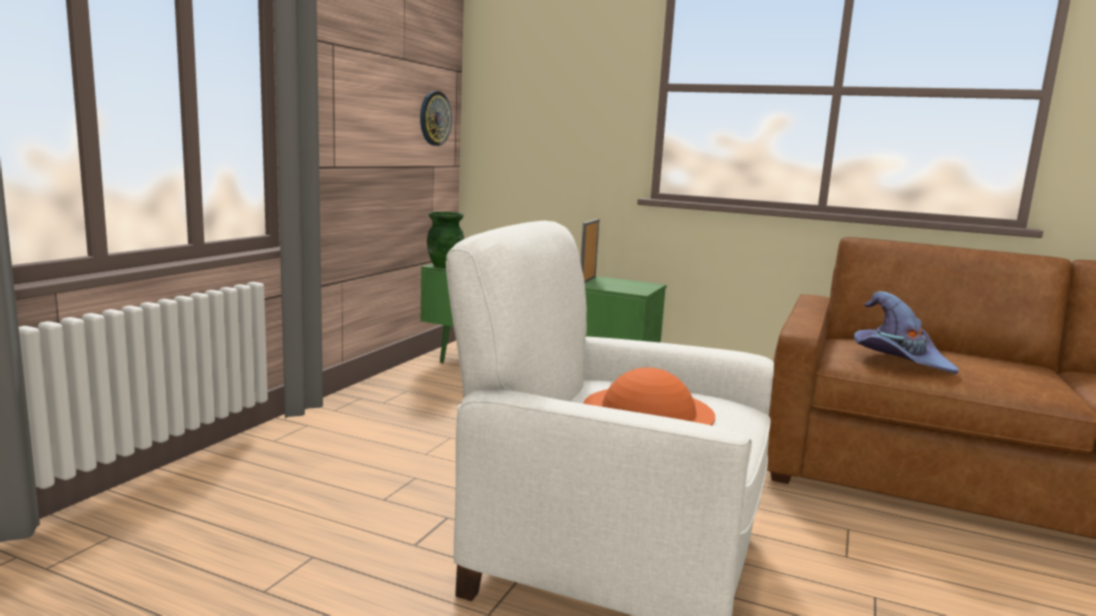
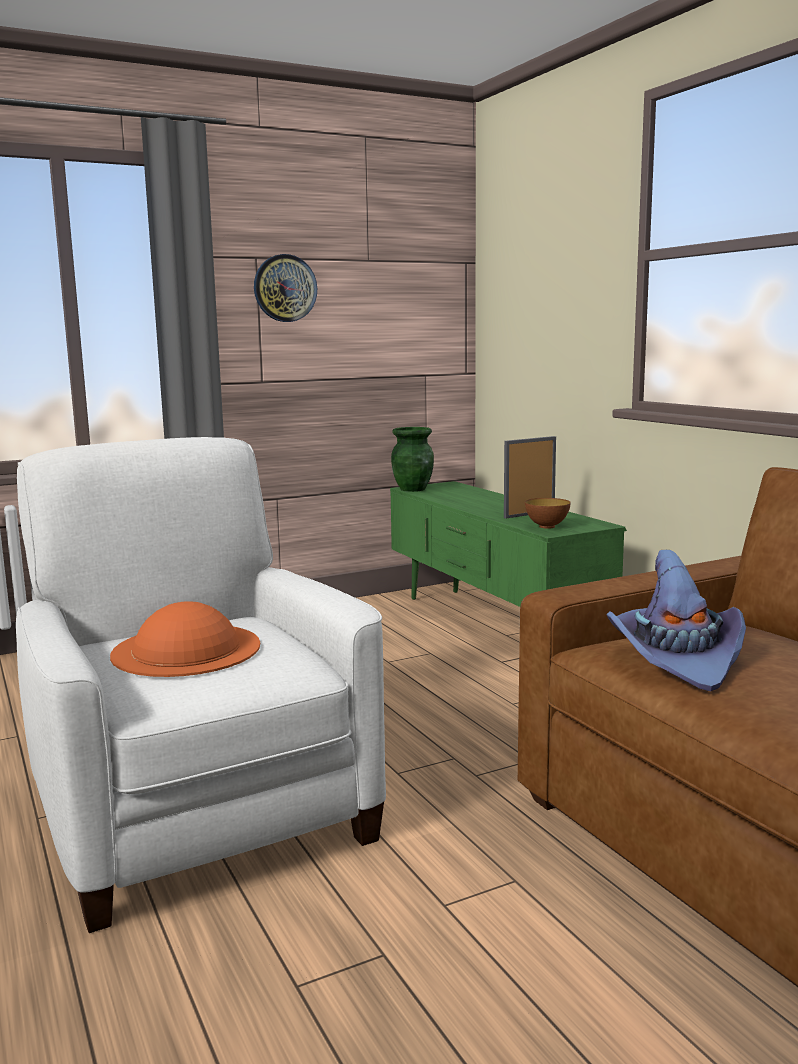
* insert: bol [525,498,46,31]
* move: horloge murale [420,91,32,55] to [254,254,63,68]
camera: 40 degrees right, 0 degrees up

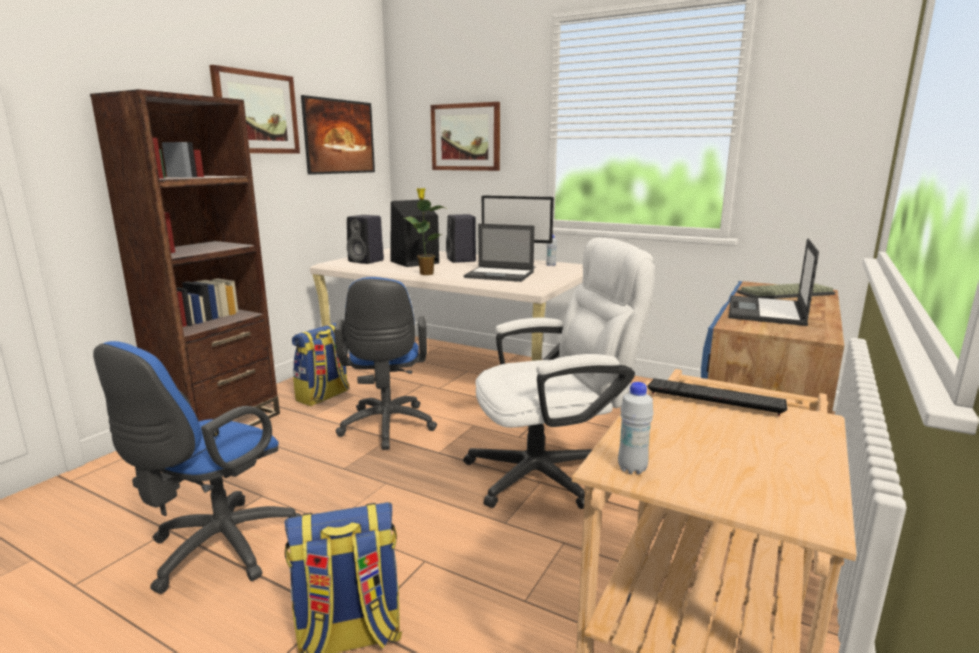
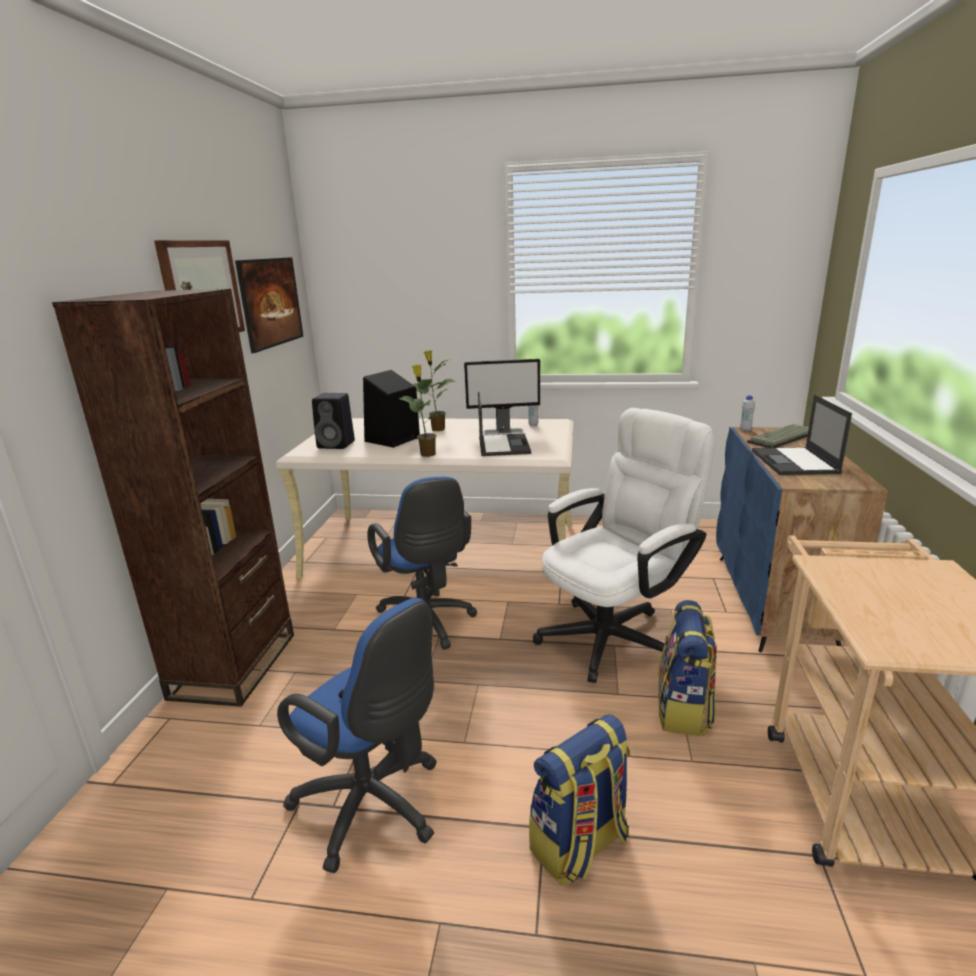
* delete: tableau [431,102,69,69]
* delete: clavier [647,378,140,38]
* move: sac à dos [292,323,57,83] to [658,600,59,137]
* move: bouteille (blanc) [618,382,36,92] to [740,395,15,37]
* replace: enceinte (noir) [446,214,30,49] to plante en pot [413,350,43,81]
* rotate: chaise de bureau (bleu) [93,341,209,253] = [277,598,160,275] 60 degrees counterclockwise
* rotate: ordinateur portable [464,224,70,58] = [478,392,53,64] 90 degrees counterclockwise
camera: 20 degrees left, 5 degrees up

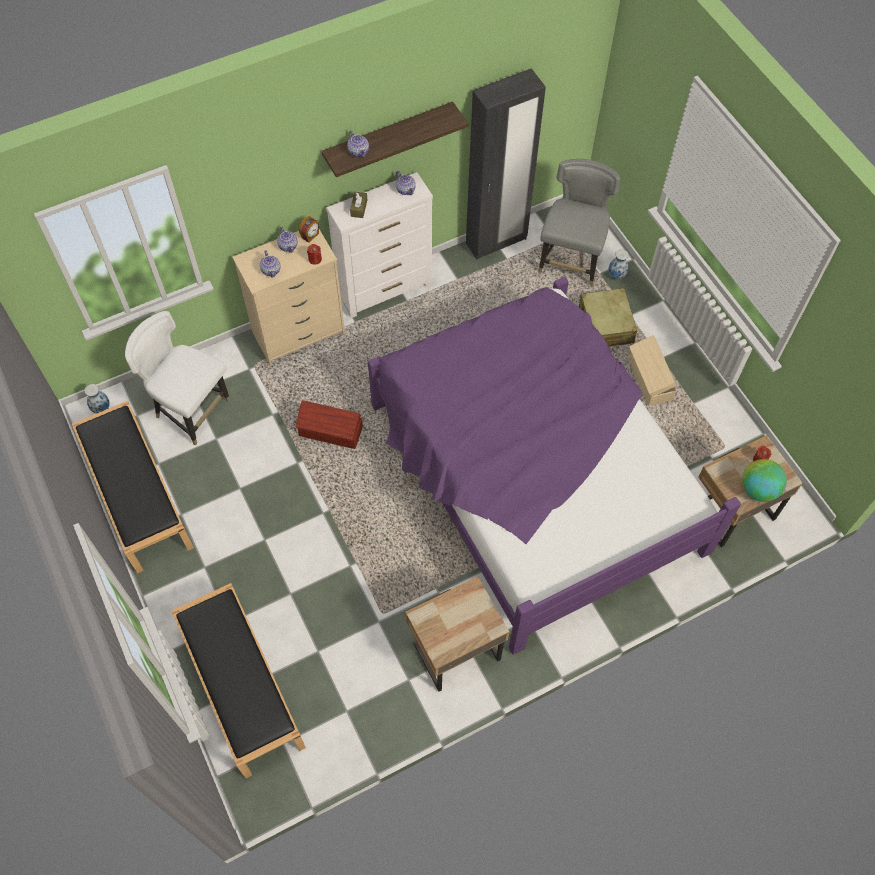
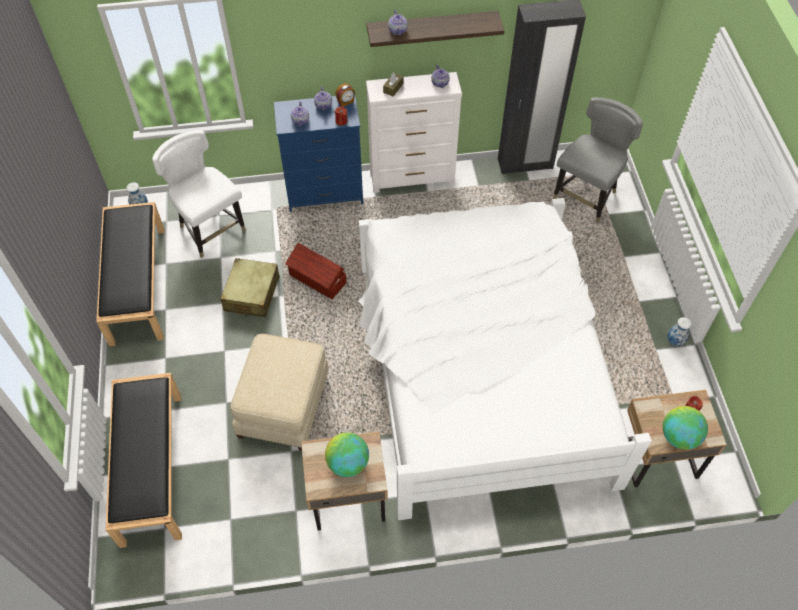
* delete: boîte de rangement (beige) [629,335,47,71]
* insert: pouf (beige) [231,334,98,117]
* insert: globe [325,432,44,45]
* move: valise (beige) [579,288,59,59] to [220,258,60,59]
* move: vase [609,249,20,30] to [667,317,24,30]
* recolor: commode (beige) [232,229,113,137] to commode (bleu) [274,96,89,116]
* recolor: lit (violet) [368,277,373,378] to lit (blanc) [359,198,293,322]
camera: 20 degrees right, 5 degrees down

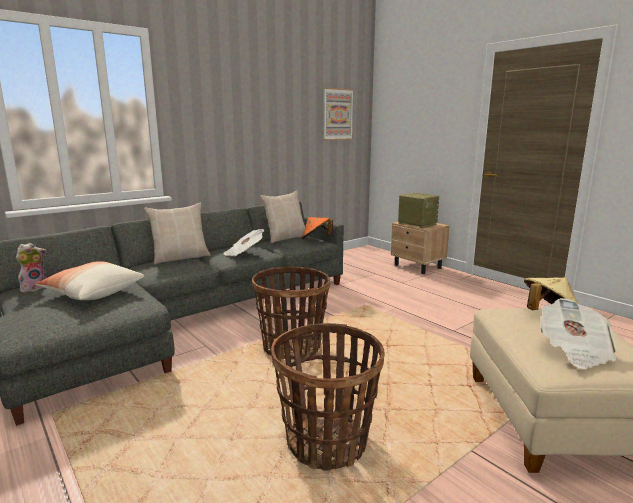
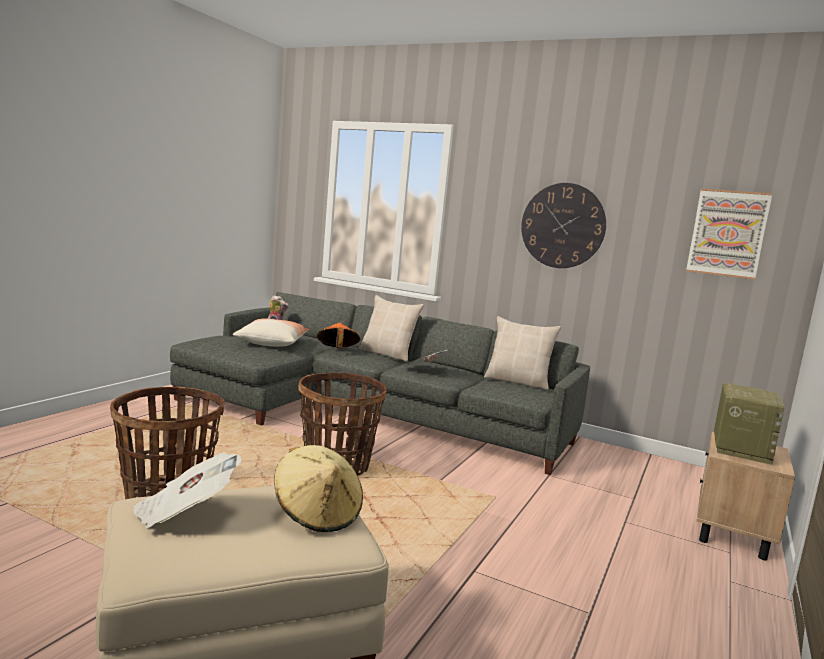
* insert: horloge murale [521,183,85,85]
* move: chapeau (orange) [302,217,31,23] to [317,322,43,27]
camera: 65 degrees right, 5 degrees down

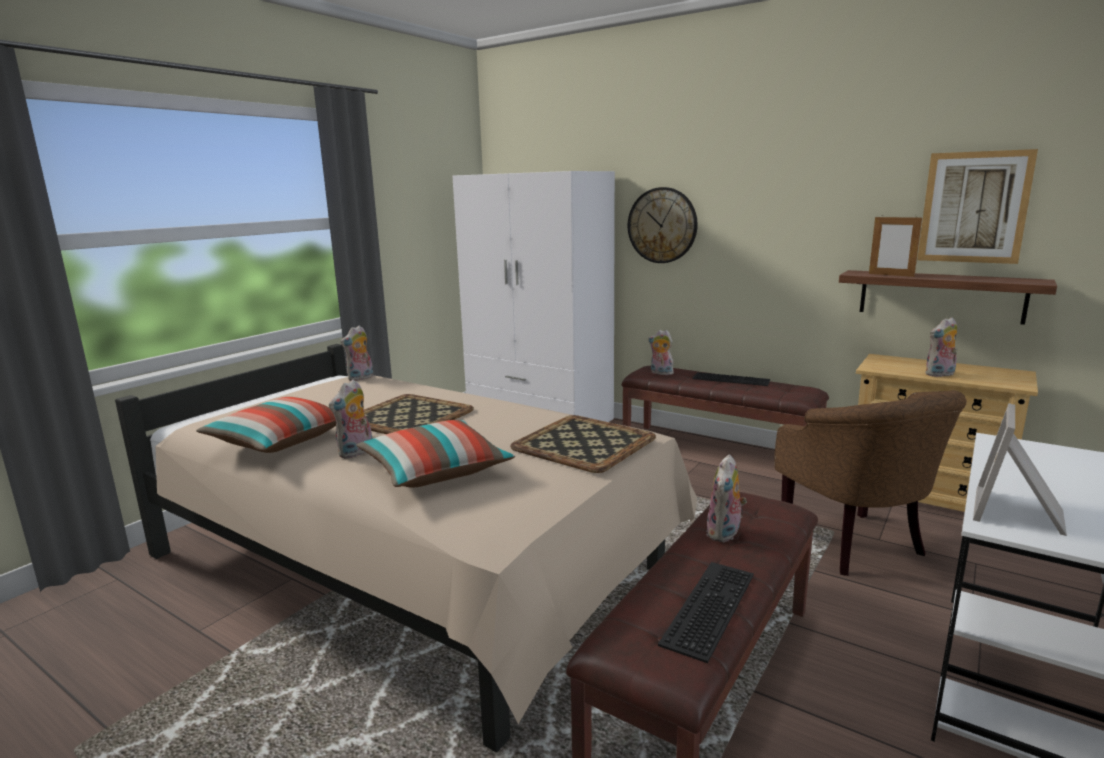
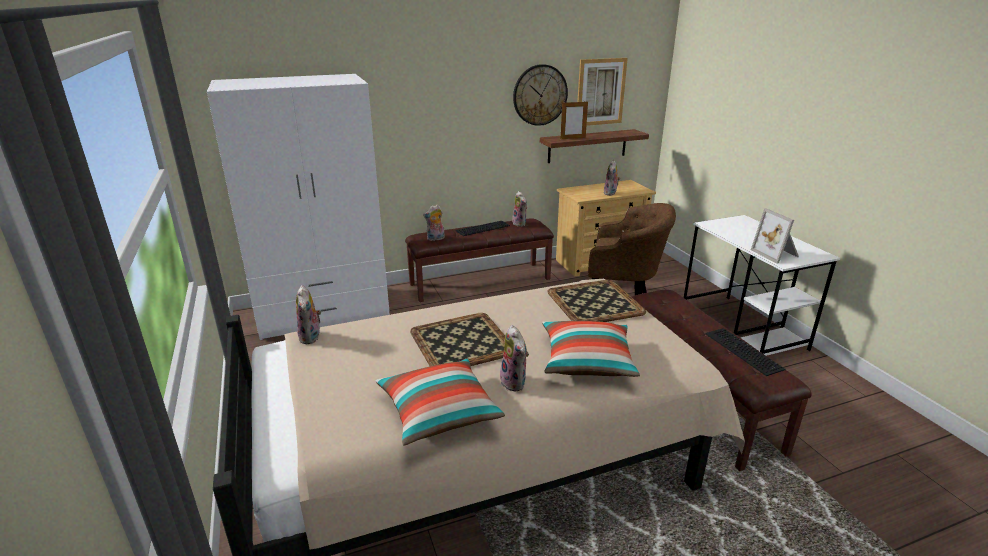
* move: horloge murale [628,187,70,76] to [513,64,55,62]
* move: peluche [706,454,41,88] to [512,191,15,36]
camera: 55 degrees left, 10 degrees up

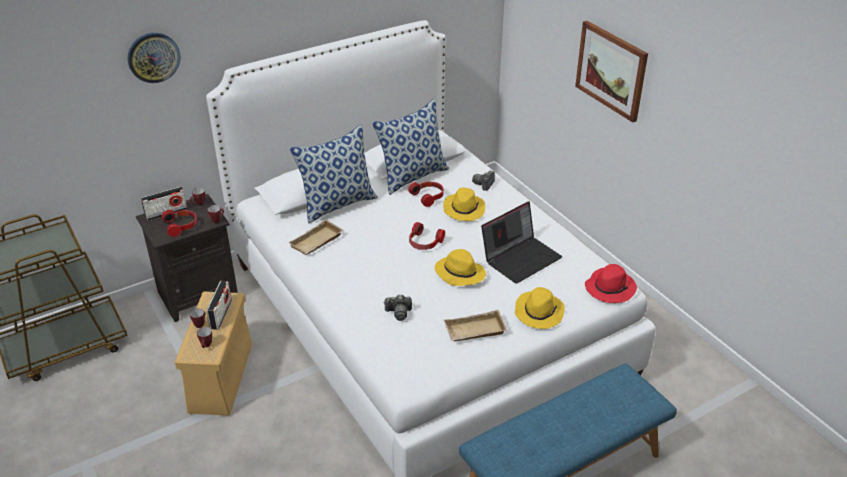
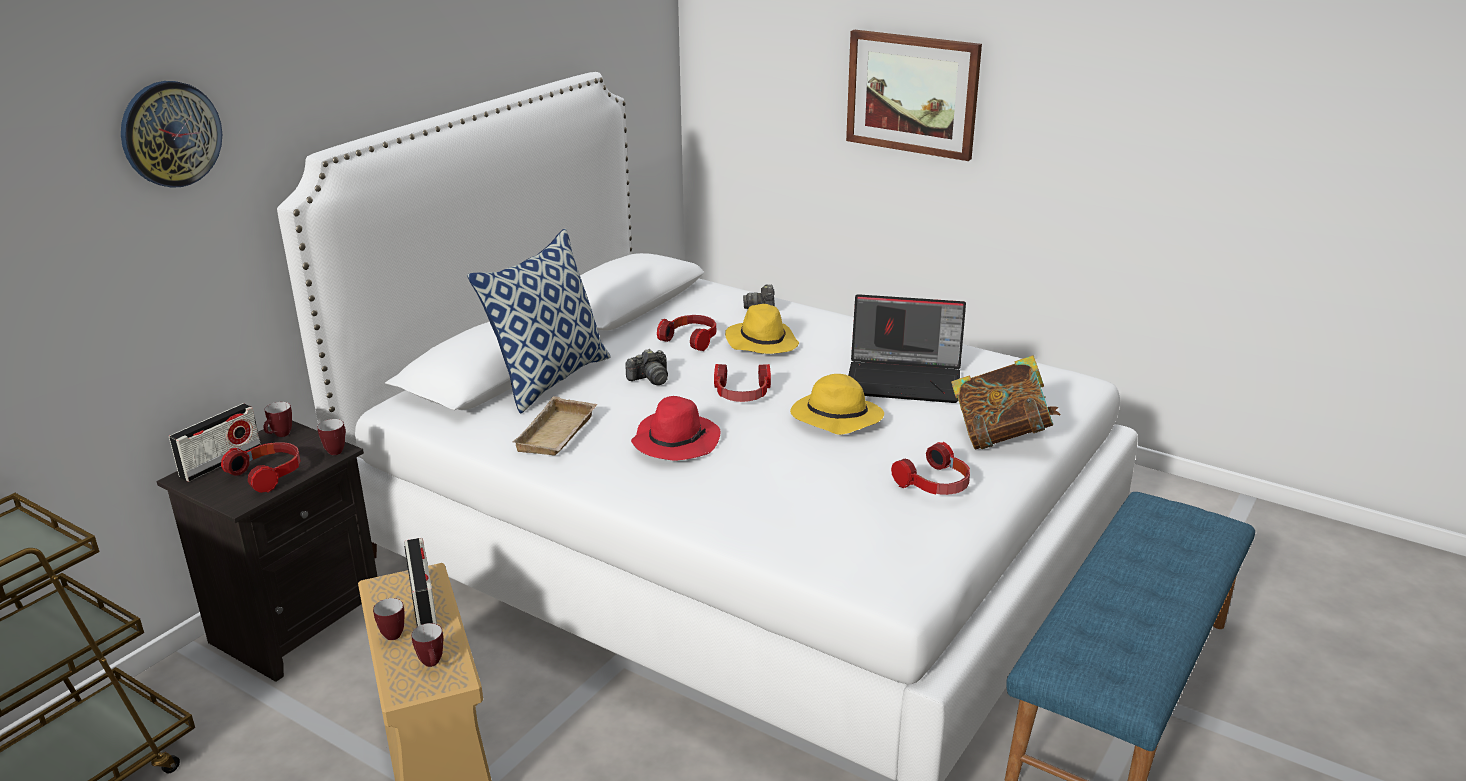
* delete: coussin [372,99,77,96]
* move: appareil photo [384,294,28,27] to [625,349,43,36]
* move: chapeau (rouge) [585,264,52,39] to [631,396,90,65]
* replace: plateau (beige) [444,310,63,31] to casque audio [891,442,79,53]
* replace: chapeau (jaune) [515,287,50,42] to livre [951,355,110,95]
* rotate: ordinateur portable [481,202,81,82] = [848,294,118,109] 75 degrees clockwise
camera: 25 degrees left, 10 degrees down

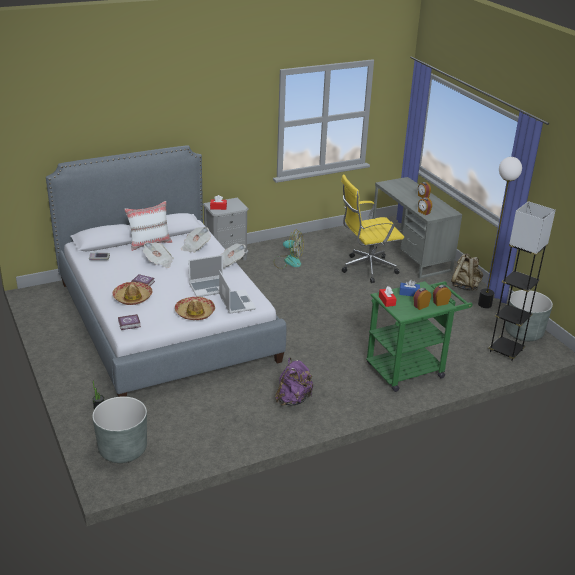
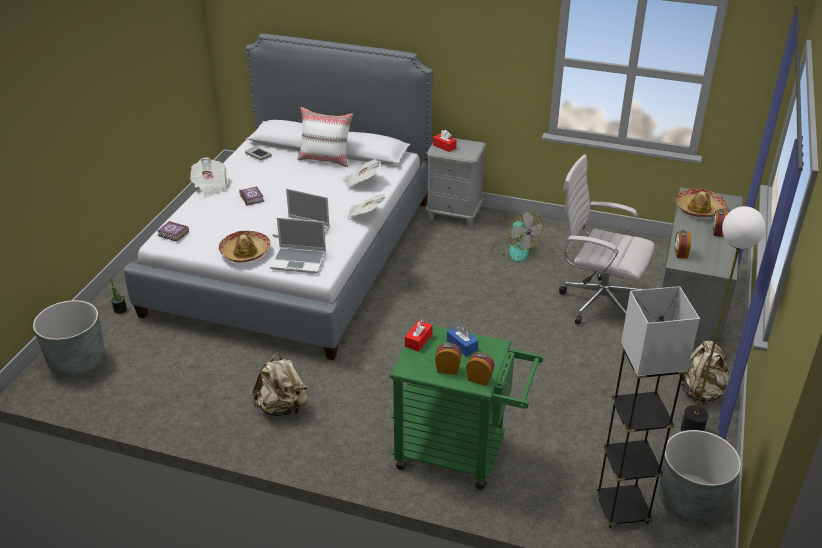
* move: chapeau [112,282,40,23] to [675,188,52,29]
* move: journal [143,242,31,26] to [190,157,37,40]
* recolor: sac à dos (violet) [275,358,38,48] to sac à dos (beige) [253,352,55,64]
* recolor: chaise de bureau (jaune) [341,174,63,109] to chaise de bureau (blanc) [559,155,96,169]
* rotate: ordinateur portable [219,270,37,44] = [270,217,56,57] 75 degrees clockwise
camera: 45 degrees right, 5 degrees up

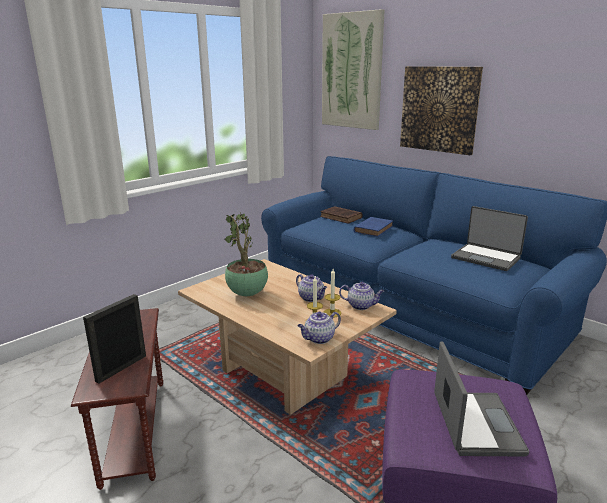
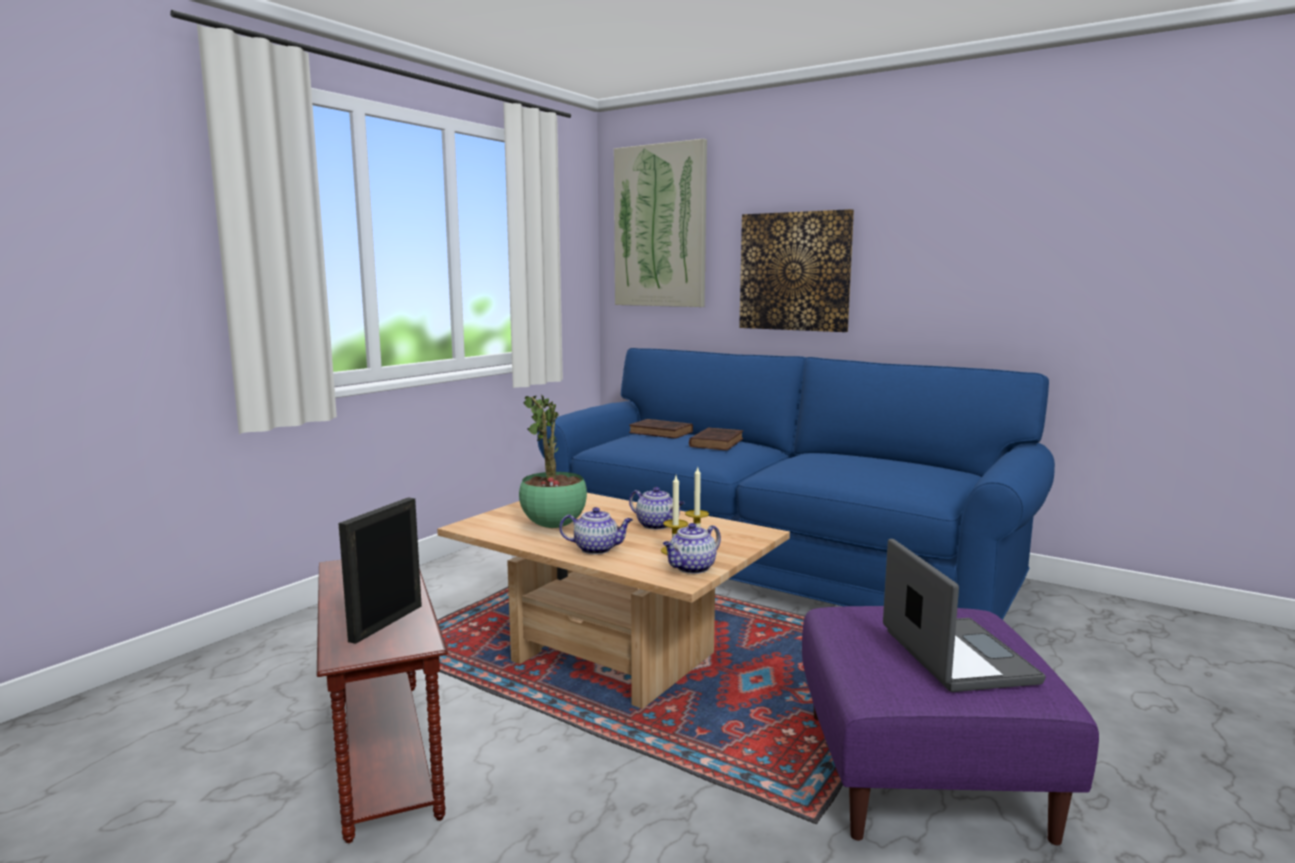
* delete: ordinateur portable [451,206,77,65]
* move: théière [339,282,45,28] to [559,507,74,47]
* recolor: livre (bleu) [354,217,39,20] to livre (marron) [689,427,54,23]
camera: 10 degrees left, 10 degrees down

